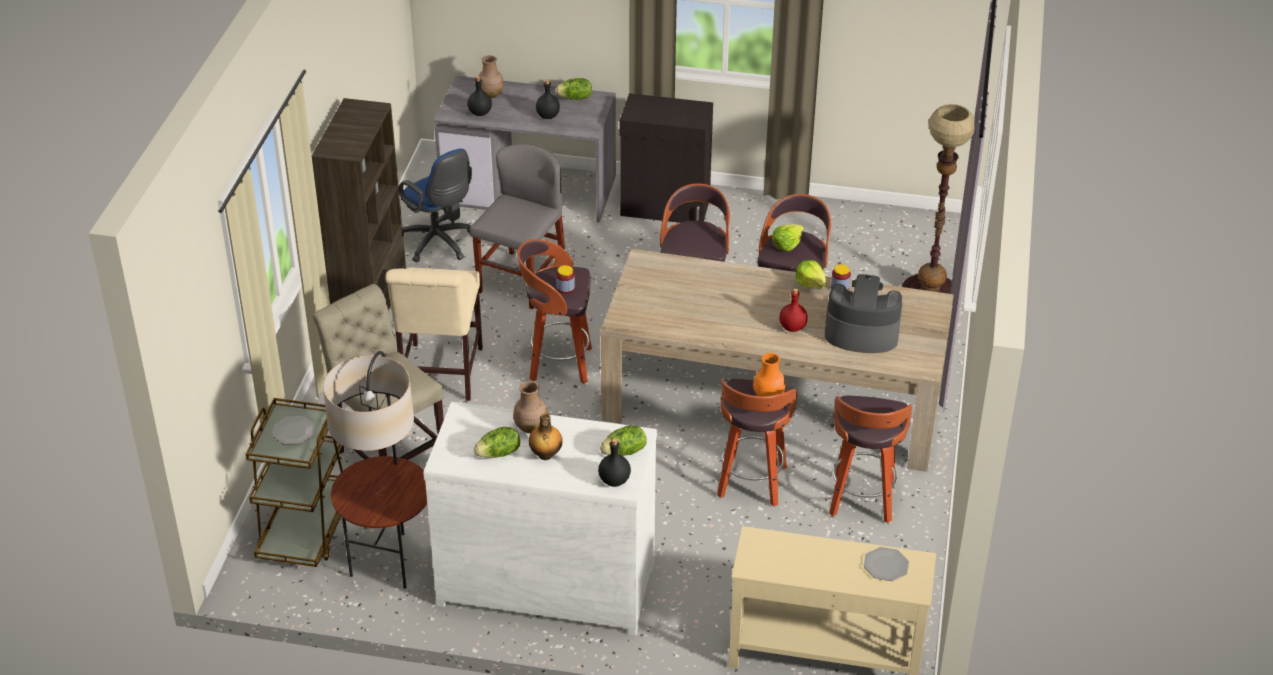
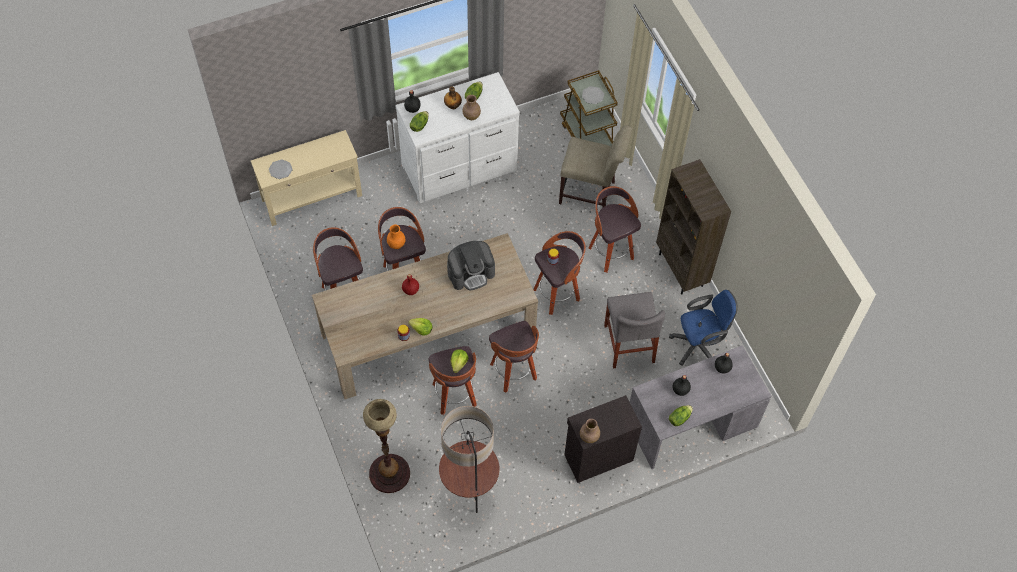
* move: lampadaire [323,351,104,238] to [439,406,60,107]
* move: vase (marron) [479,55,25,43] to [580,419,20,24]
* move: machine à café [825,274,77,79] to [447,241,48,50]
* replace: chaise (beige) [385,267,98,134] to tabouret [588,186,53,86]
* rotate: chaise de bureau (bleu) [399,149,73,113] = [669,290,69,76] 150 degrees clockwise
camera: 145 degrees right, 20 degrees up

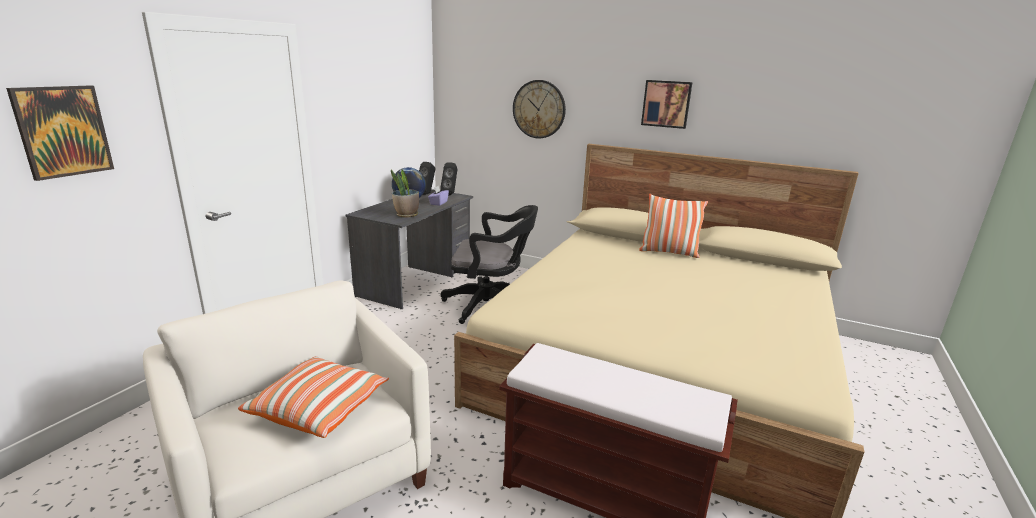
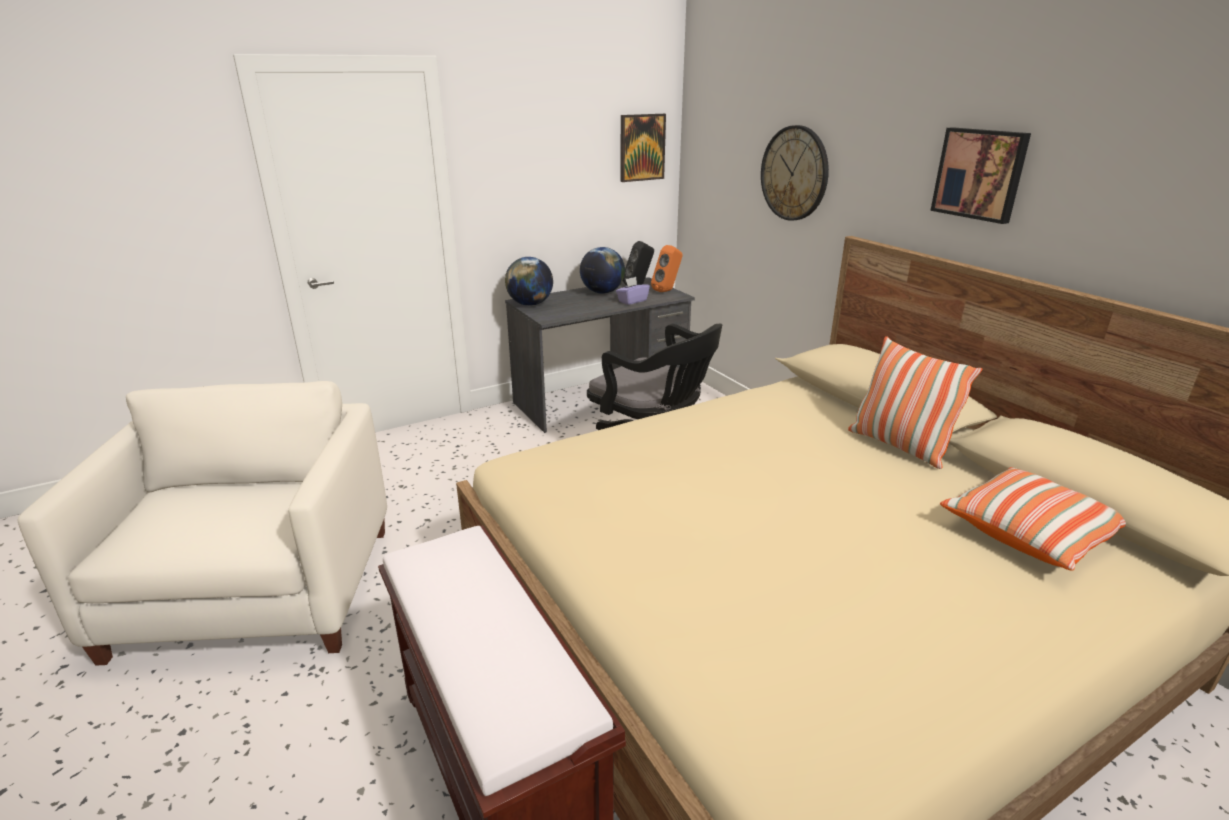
* delete: plante en pot [391,169,28,49]
* insert: globe [505,257,48,49]
* move: tableau [6,85,108,96] to [620,114,46,68]
* move: coussin [238,356,151,82] to [940,467,186,104]
* recolor: enceinte (noir) [440,162,17,33] to enceinte (orange) [651,245,32,47]
camera: 35 degrees right, 5 degrees up

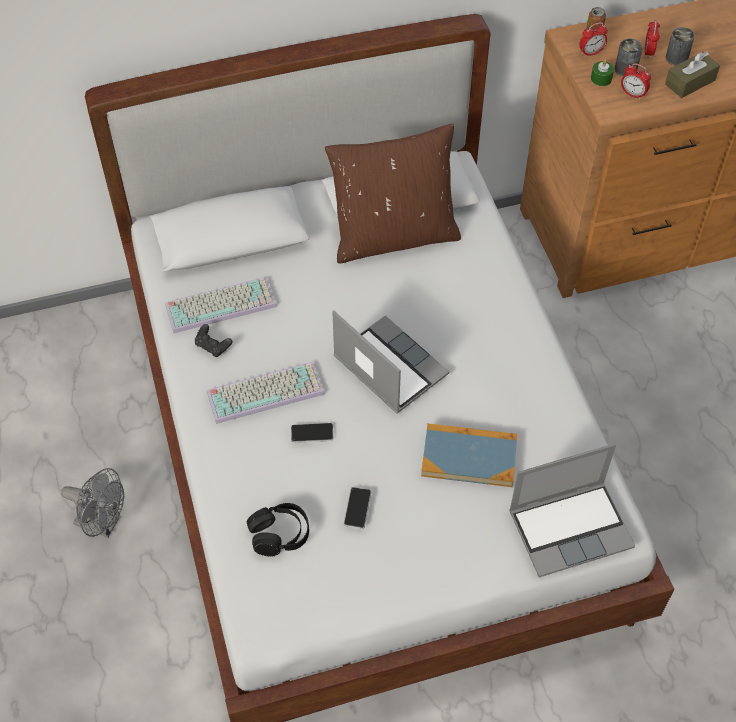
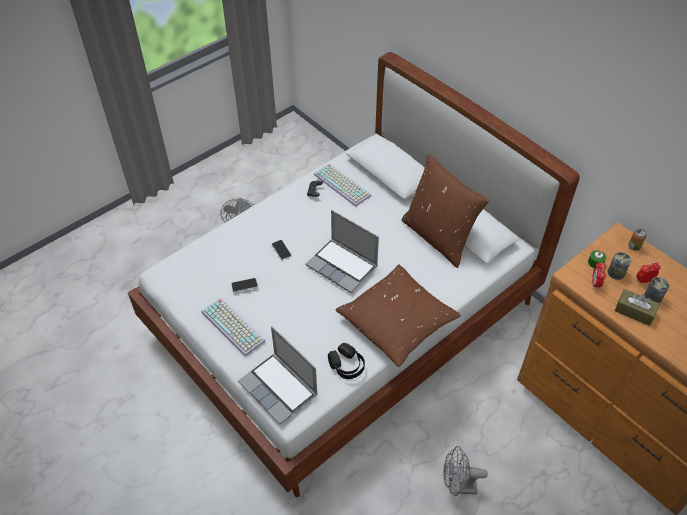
* delete: livre [421,423,96,64]
* delete: réveil [579,22,29,35]
* insert: coussin (marron) [335,264,126,103]
* insert: ventilateur (gris) [443,446,45,50]
* move: clavier [207,361,118,63] to [201,298,65,59]
* move: casque audio (noir) [247,503,62,54] to [328,343,37,36]
* rotate: ordinateur portable [332,310,117,104] = [306,210,73,83] 105 degrees clockwise
camera: 65 degrees right, 5 degrees down

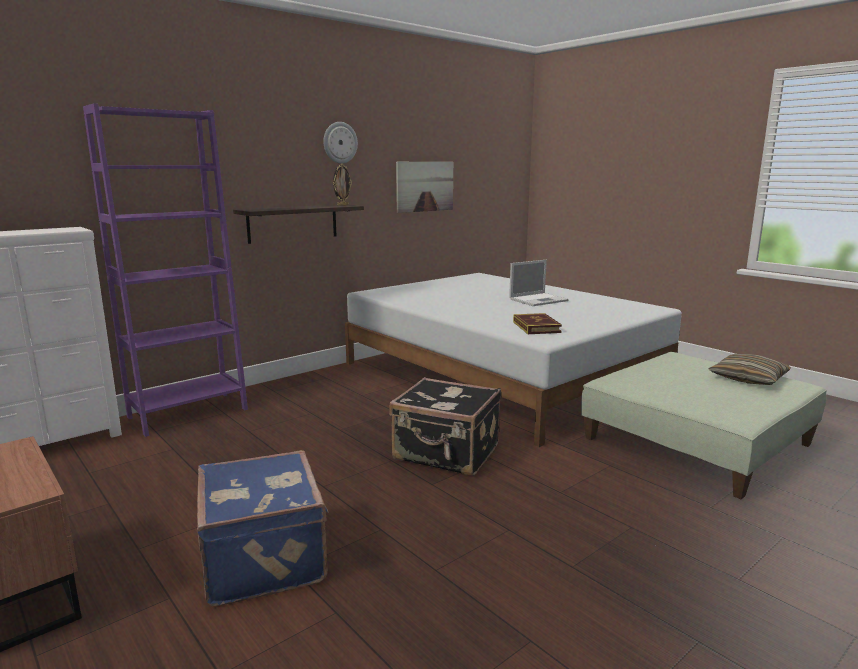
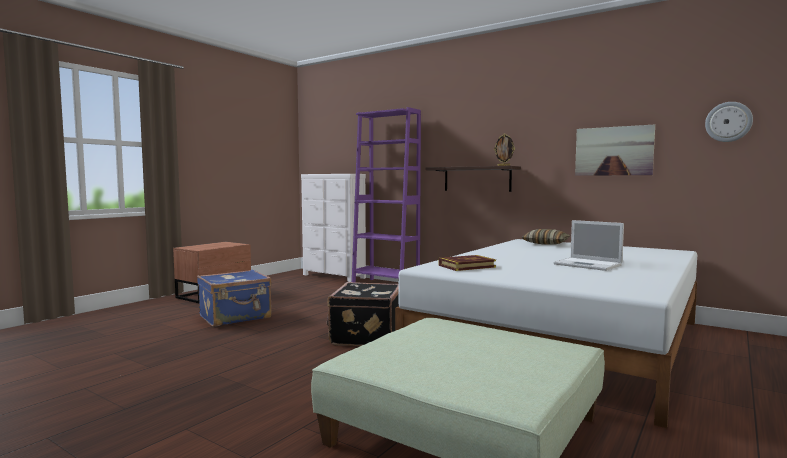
* move: horloge murale [323,122,35,42] to [705,102,48,40]
* move: coussin [709,354,82,31] to [522,229,48,16]
camera: 75 degrees right, 10 degrees down

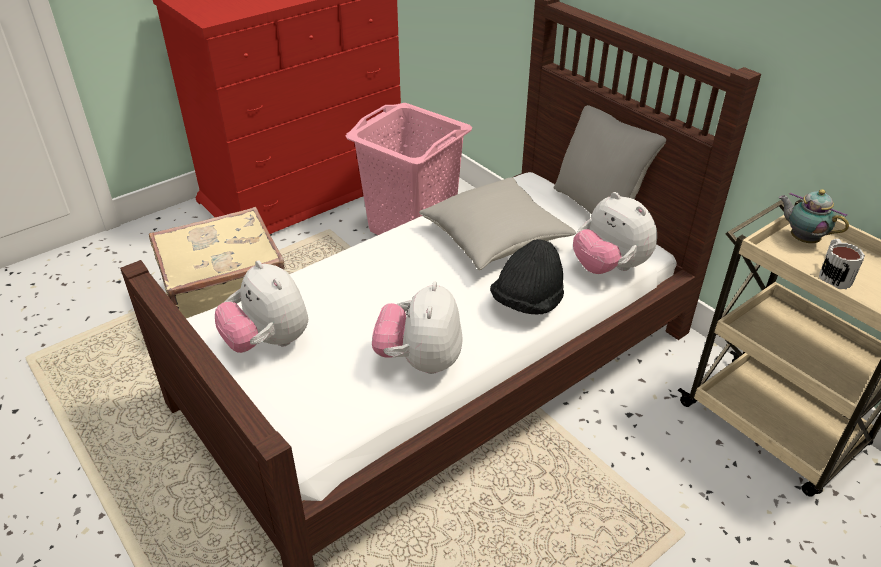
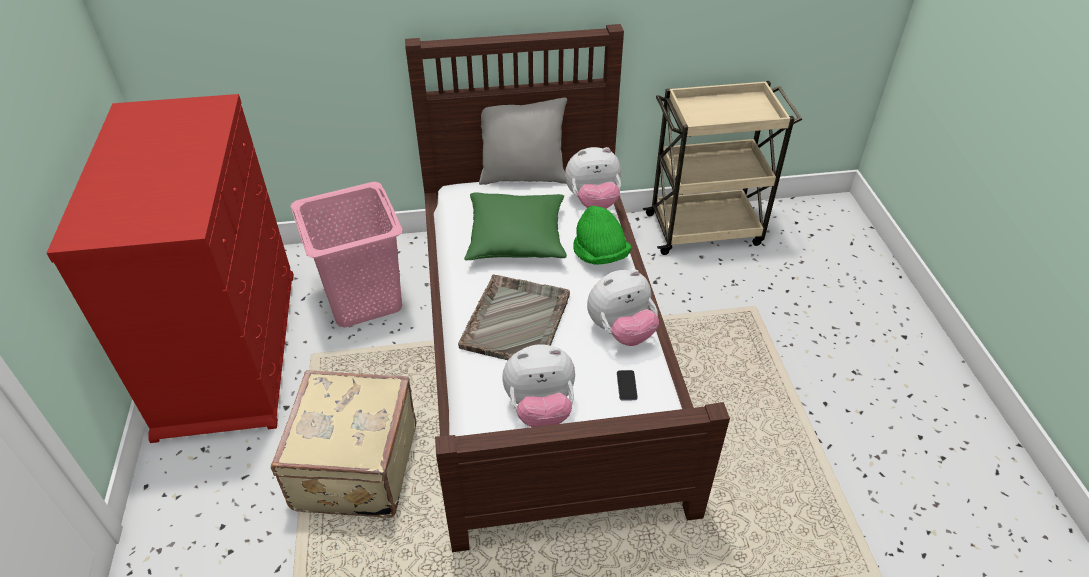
* delete: théière [779,189,70,54]
* delete: mug [819,239,46,50]
* insert: plateau (gris) [458,275,112,85]
* insert: téléphone [617,370,21,31]
* recolor: coussin (gris) [419,177,157,93] to coussin (vert) [464,192,103,68]
* recolor: chapeau (noir) [490,239,74,76] to chapeau (vert) [573,206,59,59]
* rotate: peluche [372,281,90,93] = [587,270,72,76] 60 degrees counterclockwise
camera: 60 degrees left, 5 degrees up

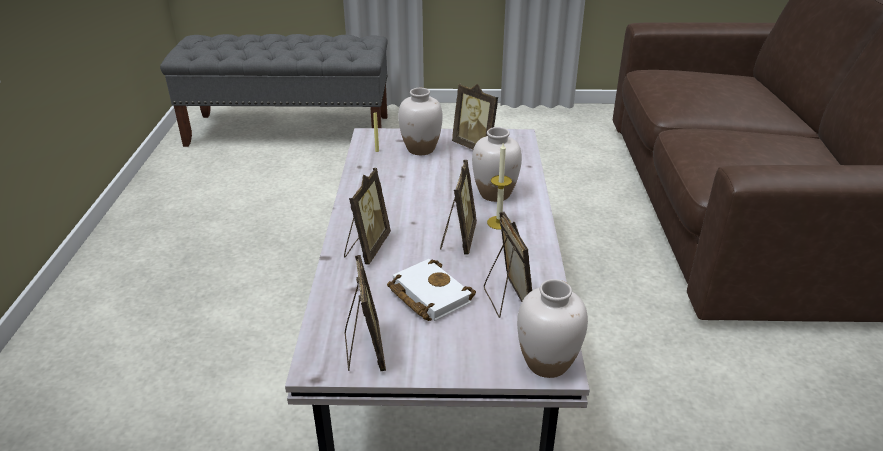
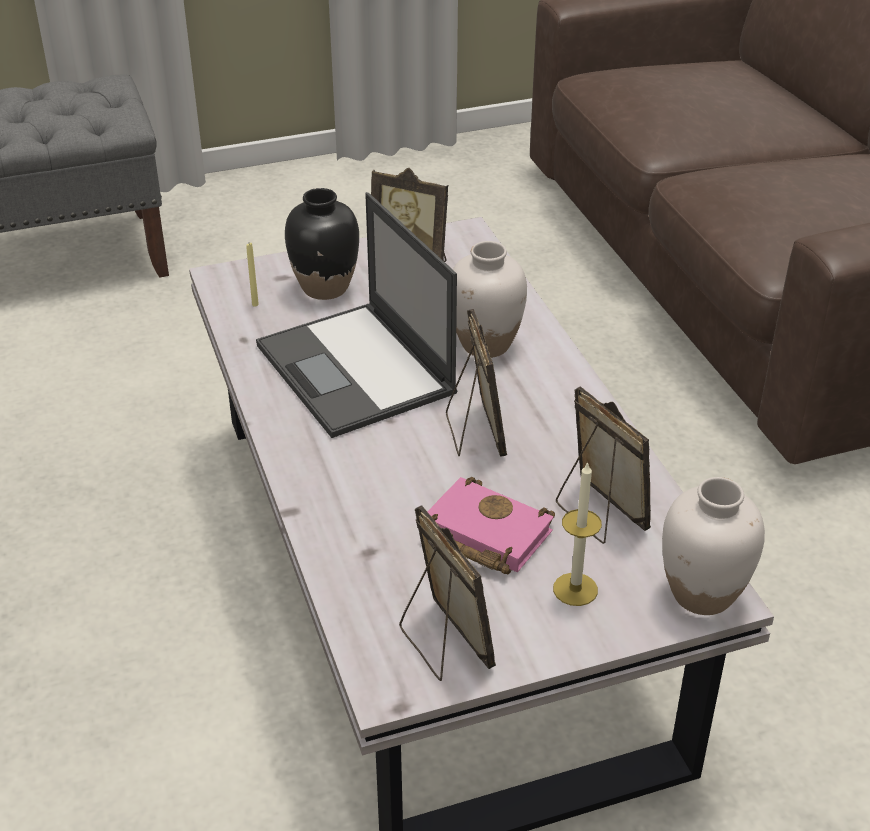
* delete: cadre photo [344,168,47,97]
* insert: ordinateur portable [256,192,201,246]
* move: bougie [487,142,25,88] to [553,461,49,145]
* recolor: livre (blanc) [387,259,89,62] to livre (rose) [427,477,128,98]
* recolor: vase (blanc) [398,88,45,67] to vase (noir) [285,188,74,112]
camera: 20 degrees left, 5 degrees up

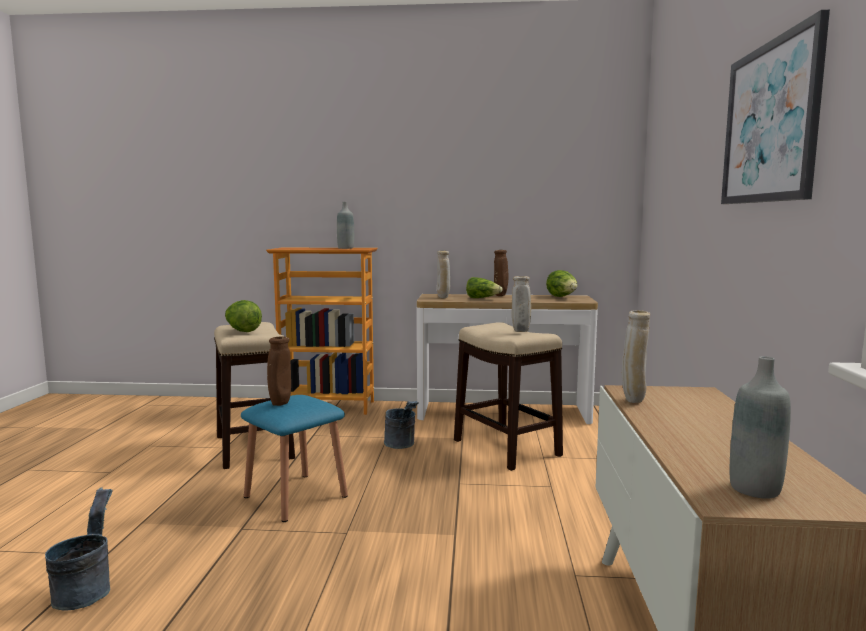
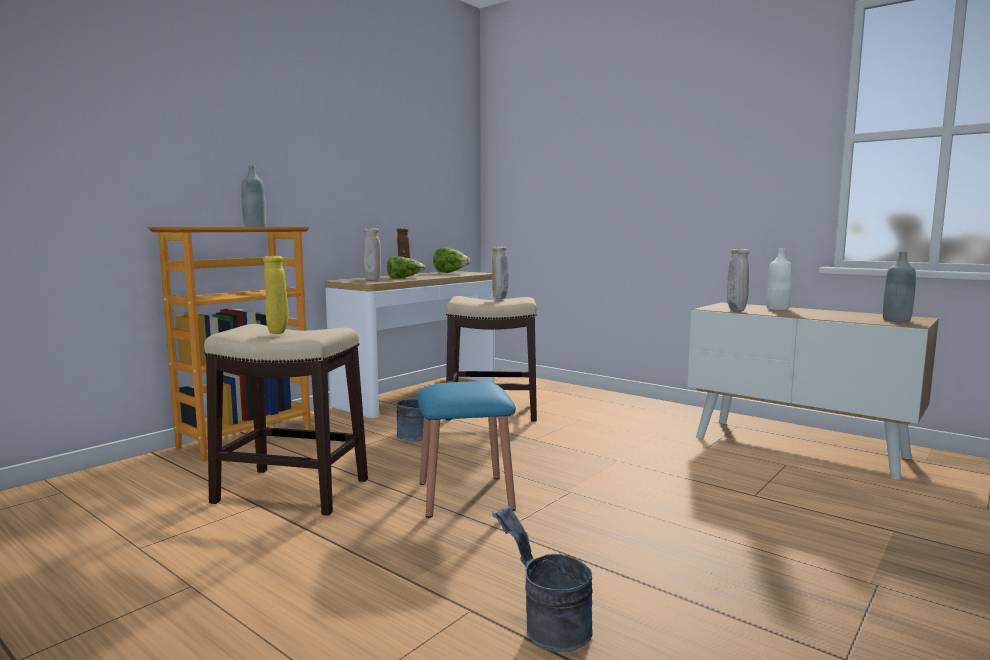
* delete: vase (marron) [267,336,24,70]
* delete: tableau [721,10,109,194]
* insert: bouteille (blanc) [766,248,26,62]
* replace: laitue [225,300,37,32] to vase (jaune) [263,256,26,78]
camera: 55 degrees left, 0 degrees up

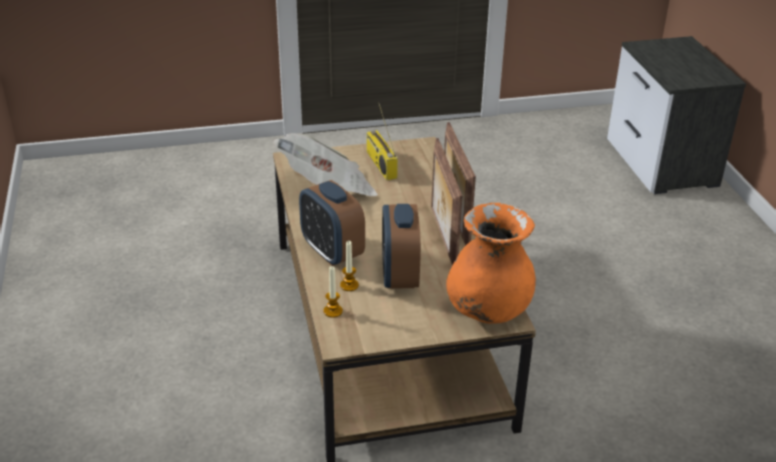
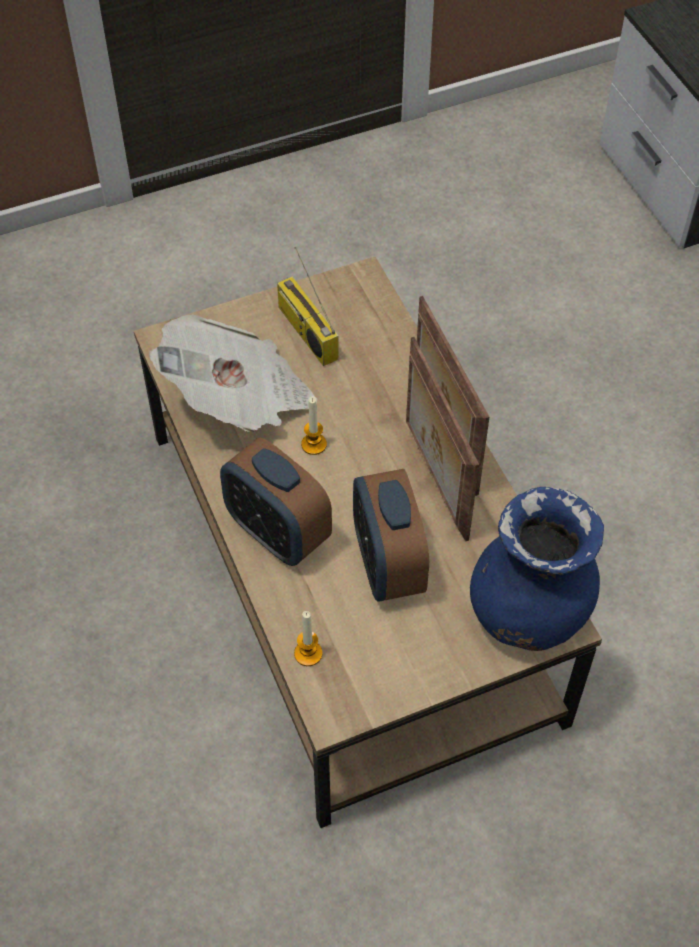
* move: bougie [340,241,19,50] to [301,397,26,58]
* recolor: vase (orange) [446,203,90,121] to vase (bleu) [470,487,134,164]
camera: 10 degrees left, 20 degrees up

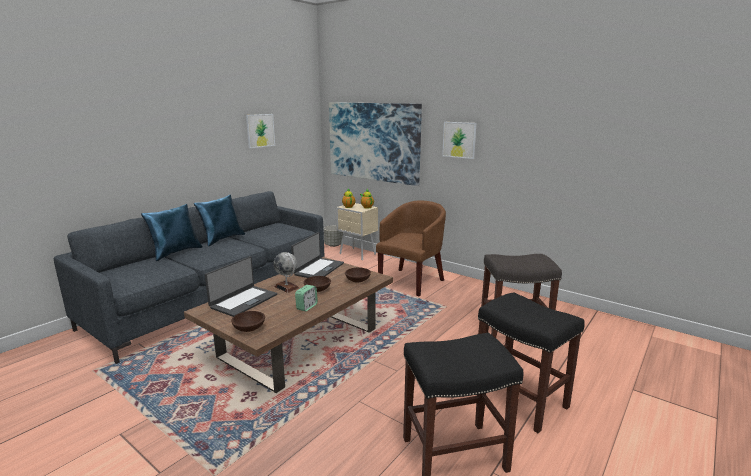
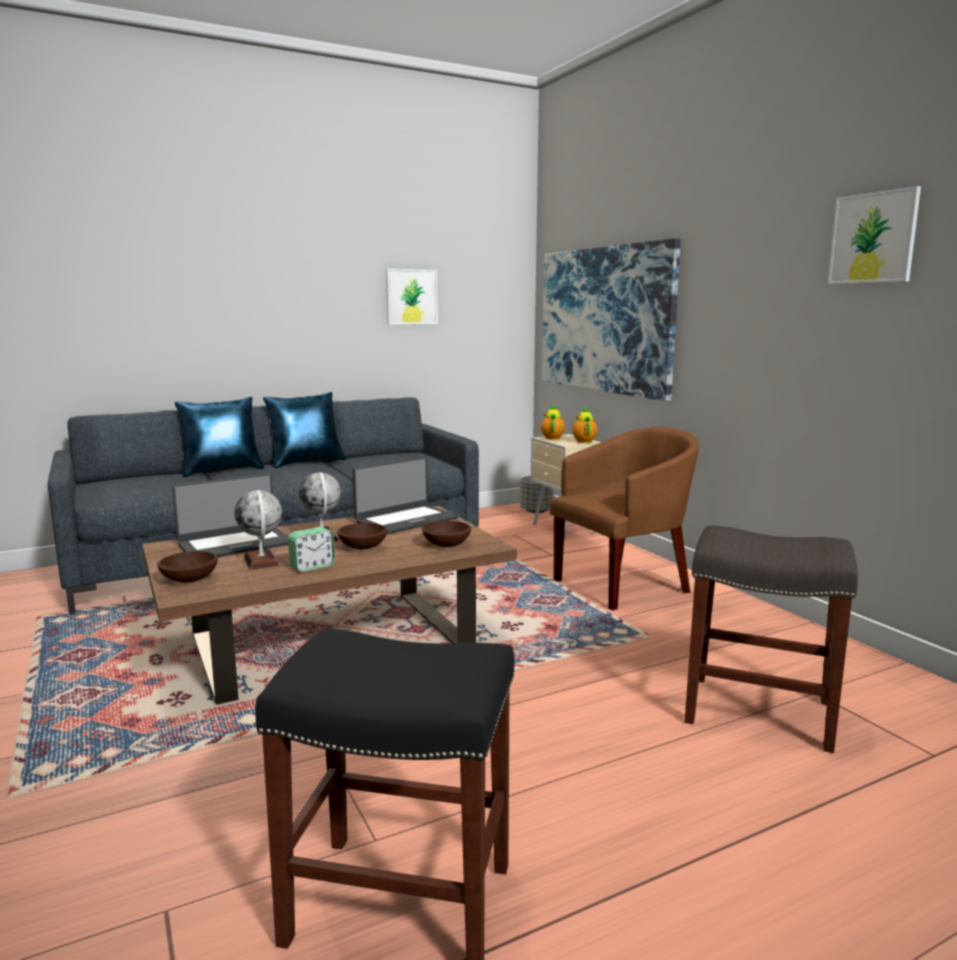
* delete: tabouret (noir) [478,292,107,141]
* insert: globe [234,490,48,80]
* move: tableau [442,122,35,37] to [828,186,93,98]
camera: 25 degrees right, 5 degrees down

